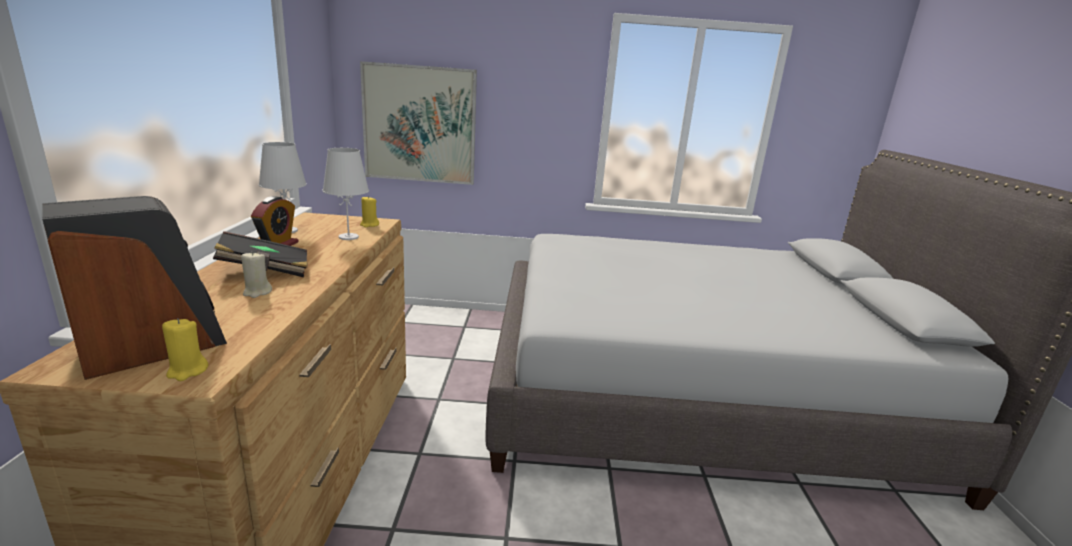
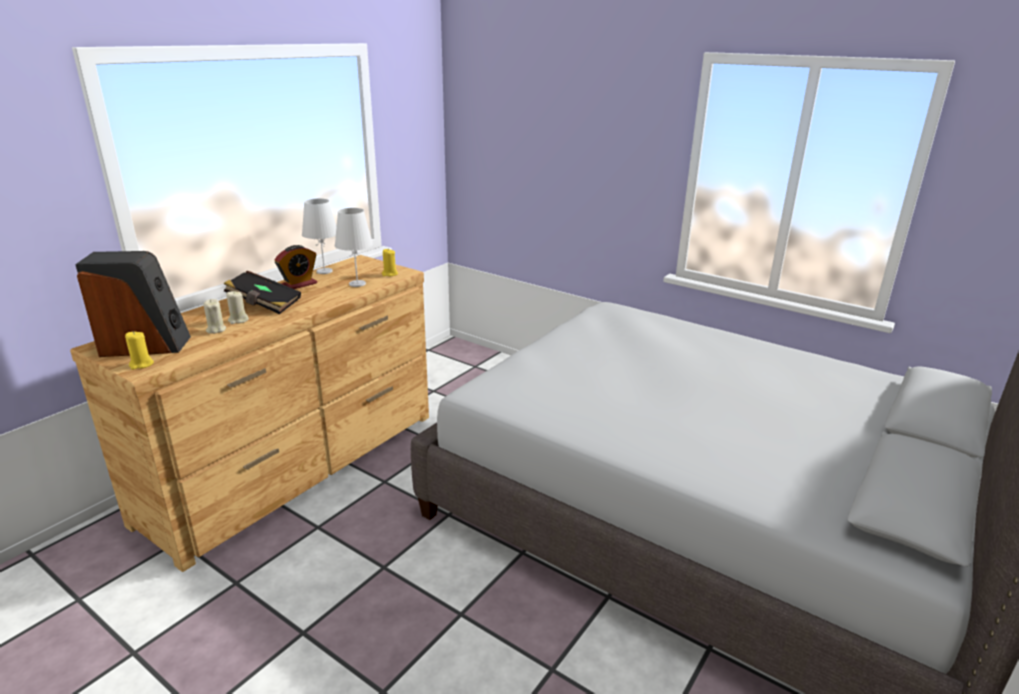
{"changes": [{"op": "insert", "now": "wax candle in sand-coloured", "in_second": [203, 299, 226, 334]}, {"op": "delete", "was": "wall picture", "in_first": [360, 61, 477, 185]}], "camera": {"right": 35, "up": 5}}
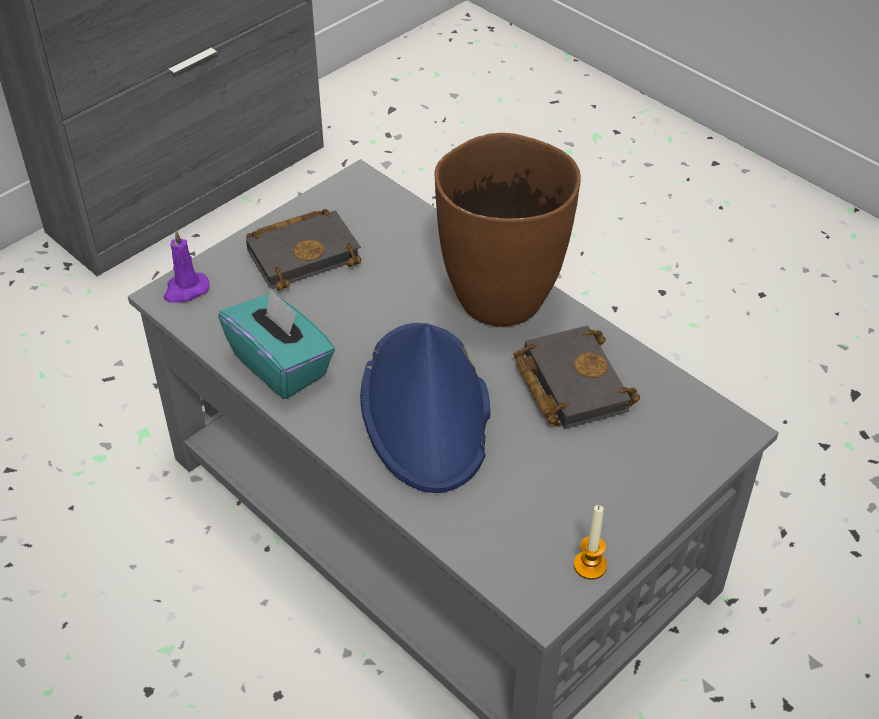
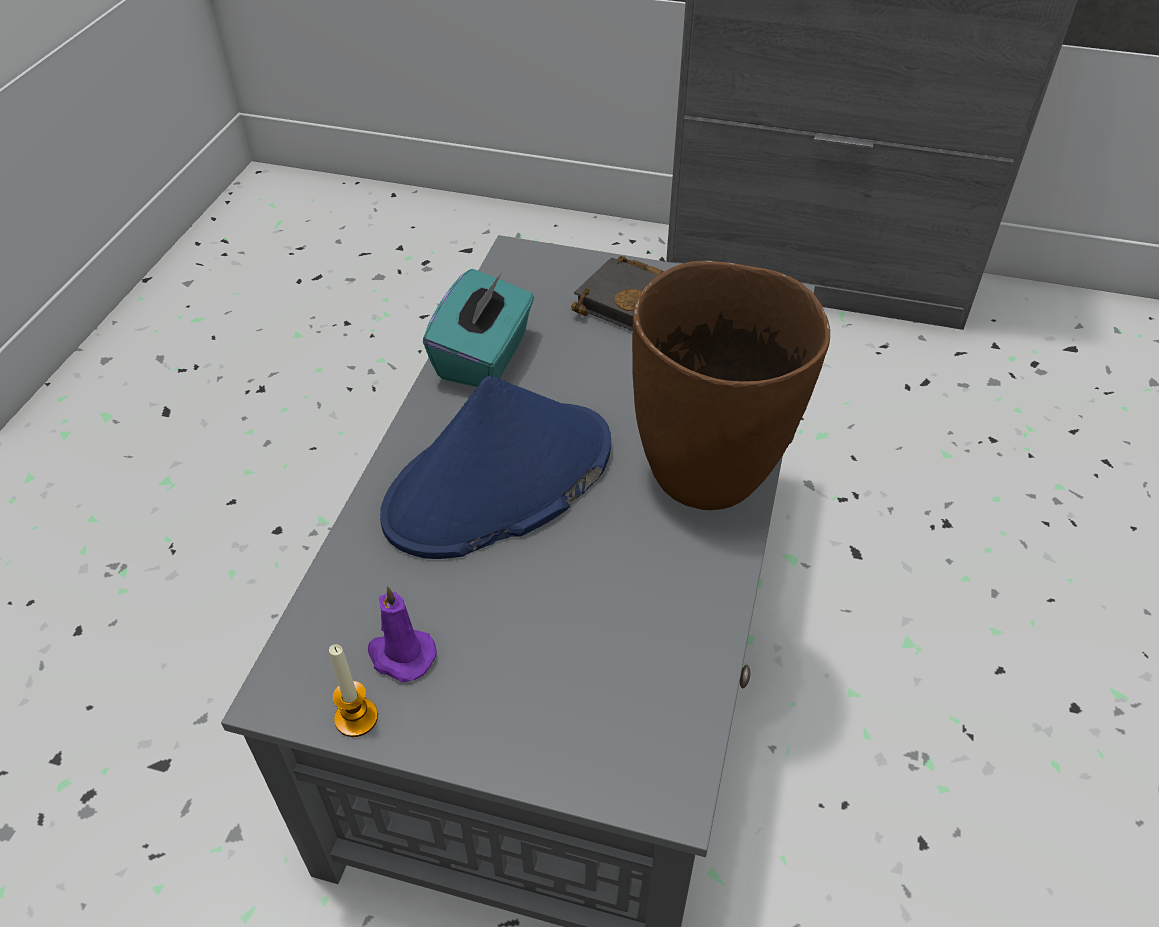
{"changes": [{"op": "move", "was": "wax candle in purple", "in_first": [164, 230, 210, 303], "in_second": [368, 586, 437, 682]}, {"op": "delete", "was": "bound book in black-coloured", "in_first": [513, 325, 640, 429]}], "camera": {"right": 60, "up": 0}}
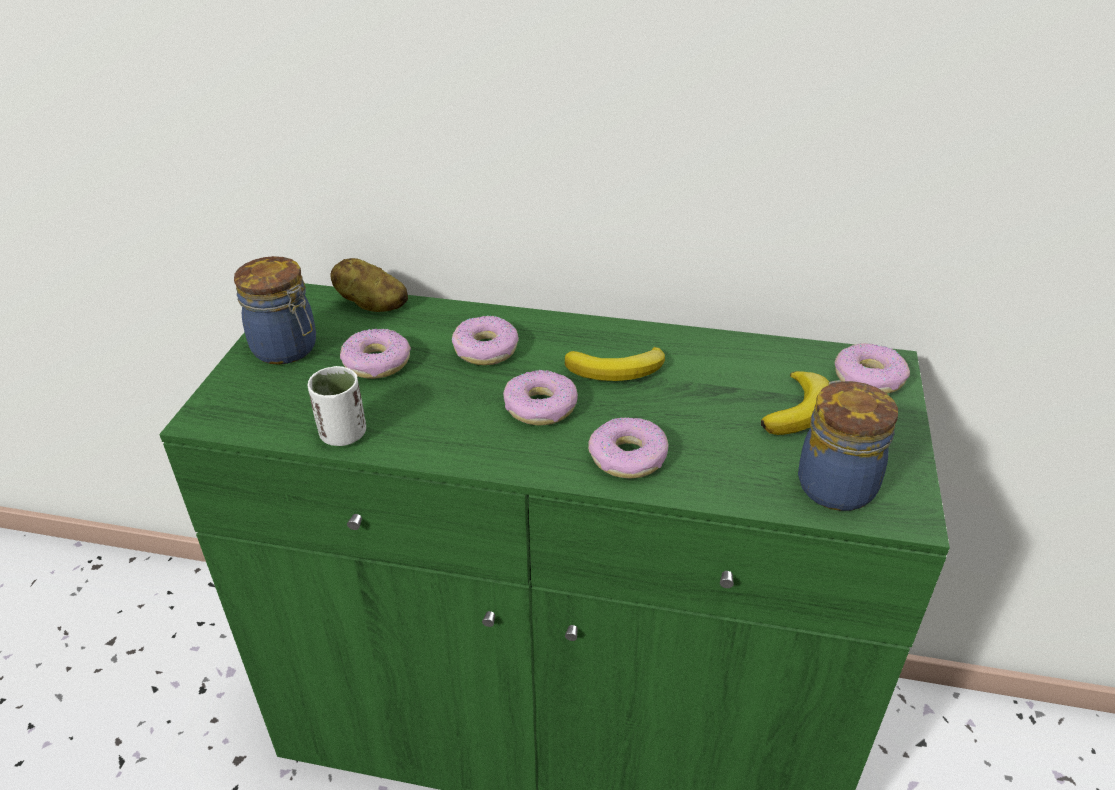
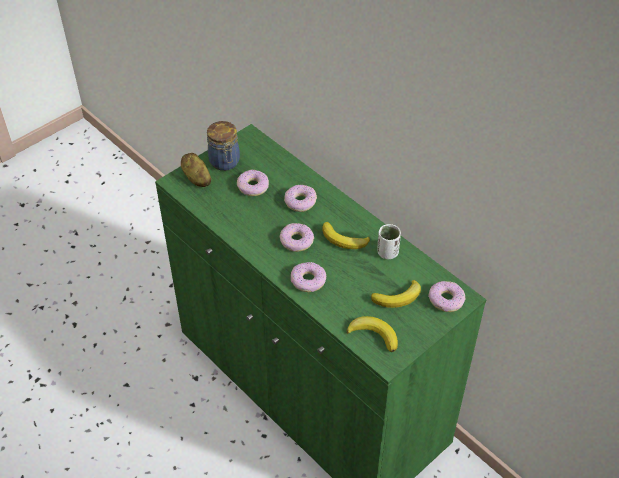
{"changes": [{"op": "move", "was": "whole potato", "in_first": [330, 258, 408, 312], "in_second": [181, 153, 211, 187]}, {"op": "replace", "was": "preserve jar", "now": "banana fruit", "in_first": [798, 380, 898, 511], "in_second": [347, 316, 398, 352]}, {"op": "move", "was": "drinking cup in white-coloured", "in_first": [307, 366, 366, 446], "in_second": [377, 224, 401, 259]}], "camera": {"right": 35, "up": 10}}
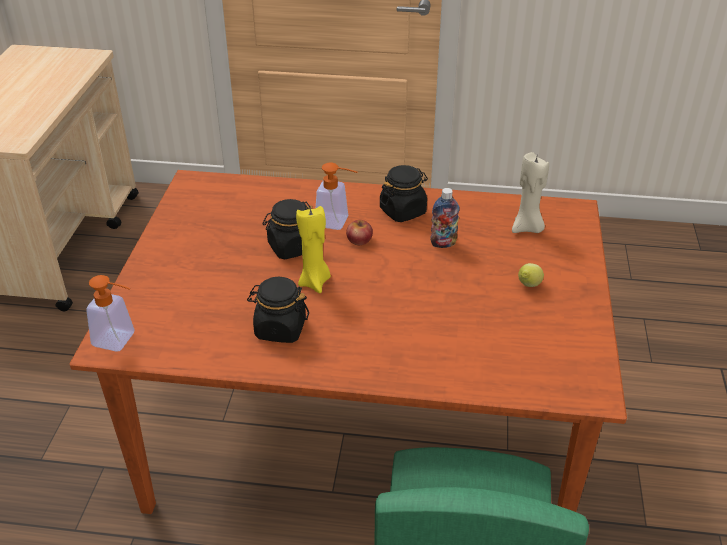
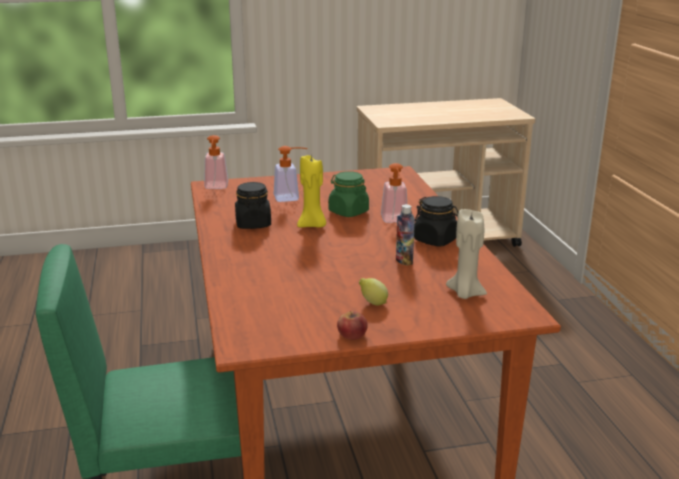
{"changes": [{"op": "insert", "now": "soap dispenser", "in_second": [274, 146, 307, 202]}, {"op": "recolor", "was": "preserve jar in black-coloured", "now": "preserve jar in green", "in_first": [263, 199, 313, 259], "in_second": [329, 171, 369, 217]}, {"op": "move", "was": "apple fruit", "in_first": [346, 220, 373, 245], "in_second": [337, 311, 368, 340]}], "camera": {"right": 70, "up": -15}}
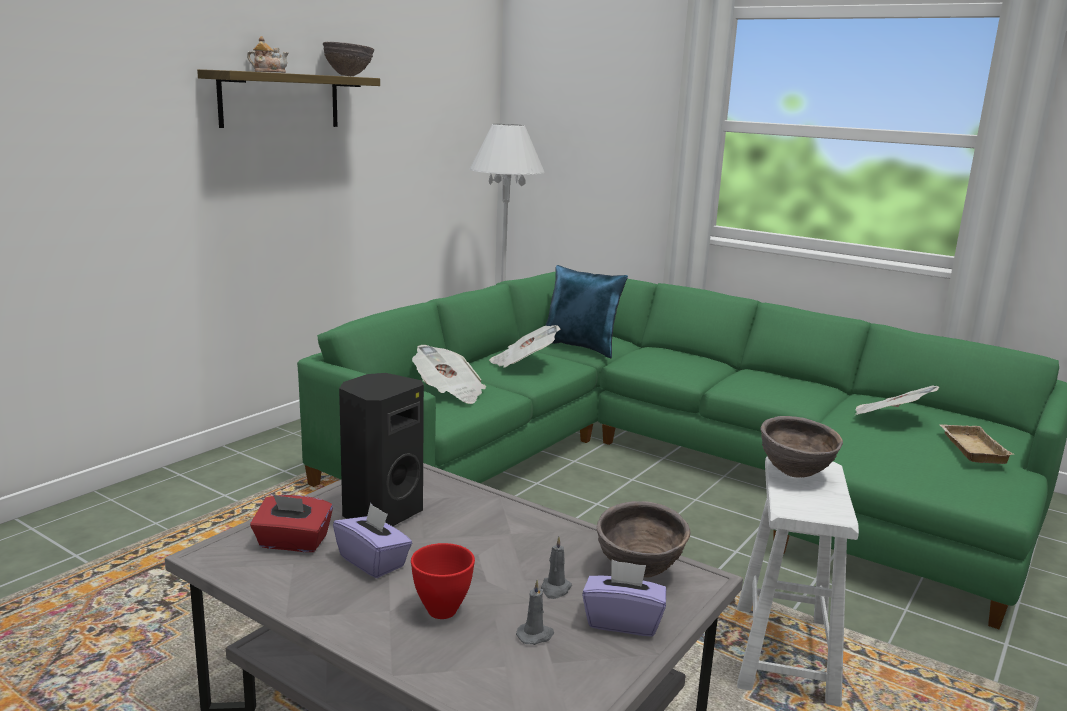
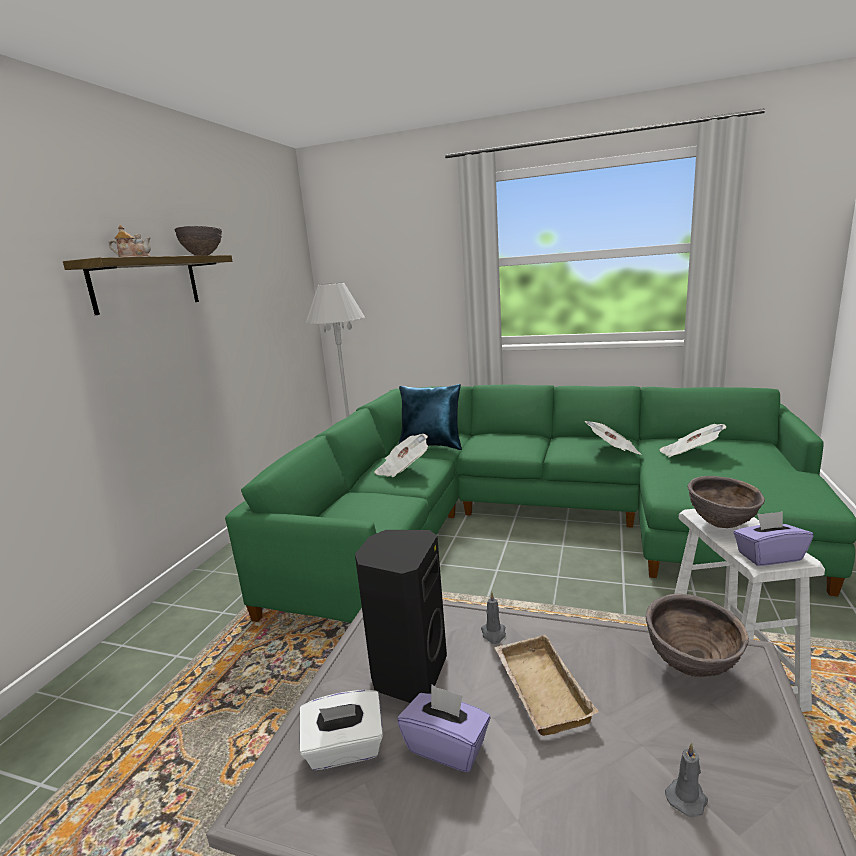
{"changes": [{"op": "recolor", "was": "box of tissues in red-coloured", "now": "box of tissues in white-coloured", "in_first": [250, 495, 333, 552], "in_second": [300, 690, 383, 770]}, {"op": "move", "was": "wax candle in grey", "in_first": [541, 537, 572, 599], "in_second": [481, 592, 506, 644]}, {"op": "move", "was": "carrying tray in sand-coloured", "in_first": [940, 425, 1015, 464], "in_second": [495, 635, 599, 736]}, {"op": "move", "was": "daily paper", "in_first": [412, 345, 486, 404], "in_second": [585, 421, 642, 455]}, {"op": "move", "was": "box of tissues in purple", "in_first": [582, 560, 666, 636], "in_second": [733, 511, 813, 566]}, {"op": "delete", "was": "deep dish in red-coloured", "in_first": [411, 543, 475, 619]}], "camera": {"right": -15, "up": 0}}
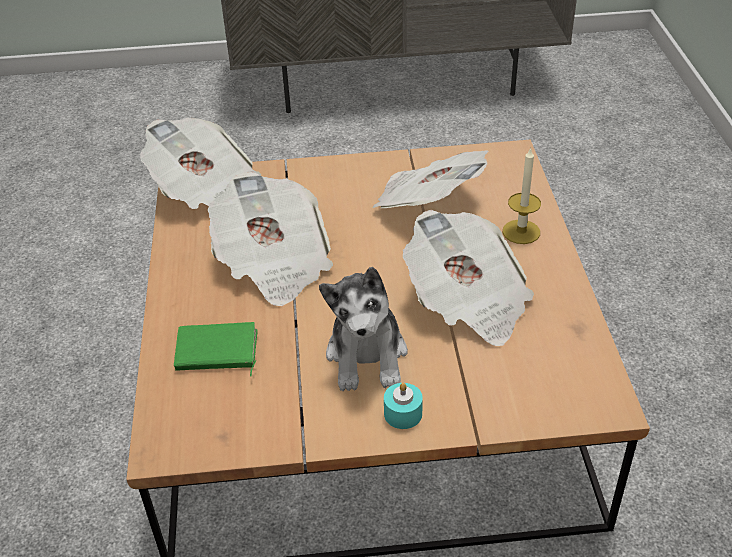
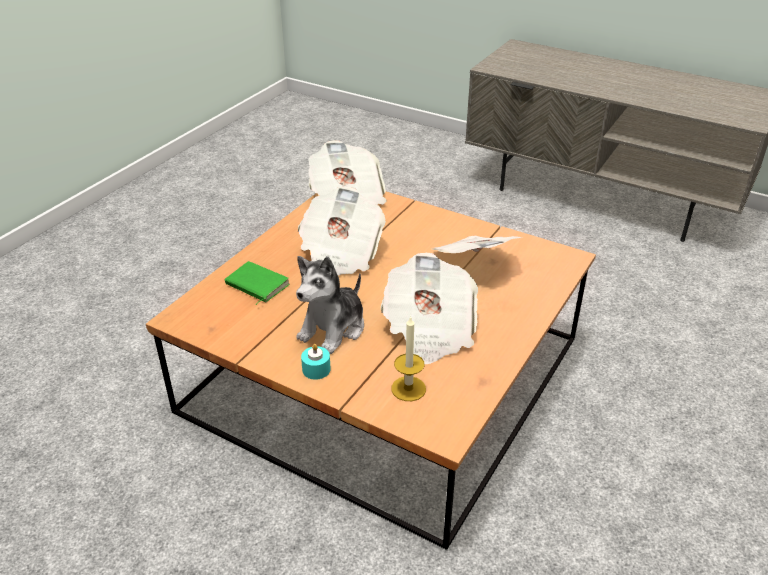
{"changes": [{"op": "move", "was": "wax candle", "in_first": [503, 147, 541, 244], "in_second": [392, 316, 426, 401]}], "camera": {"right": 35, "up": -5}}
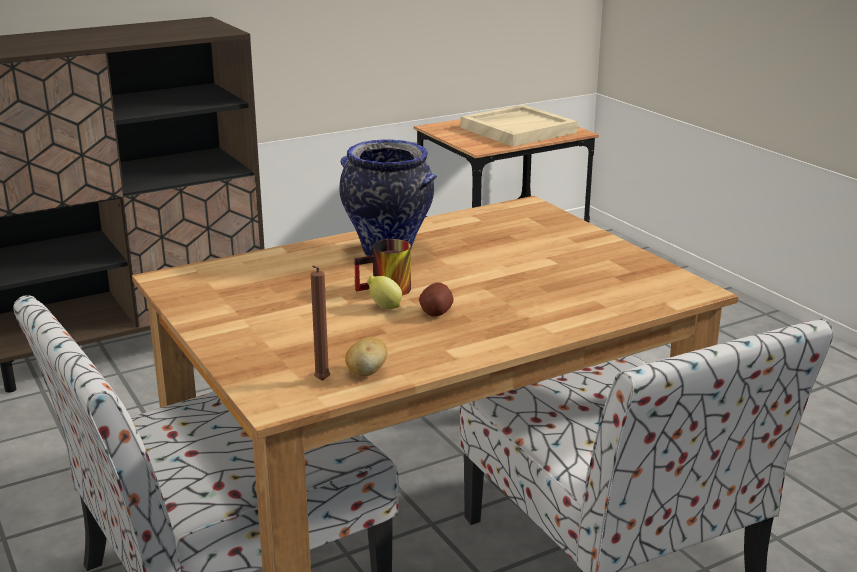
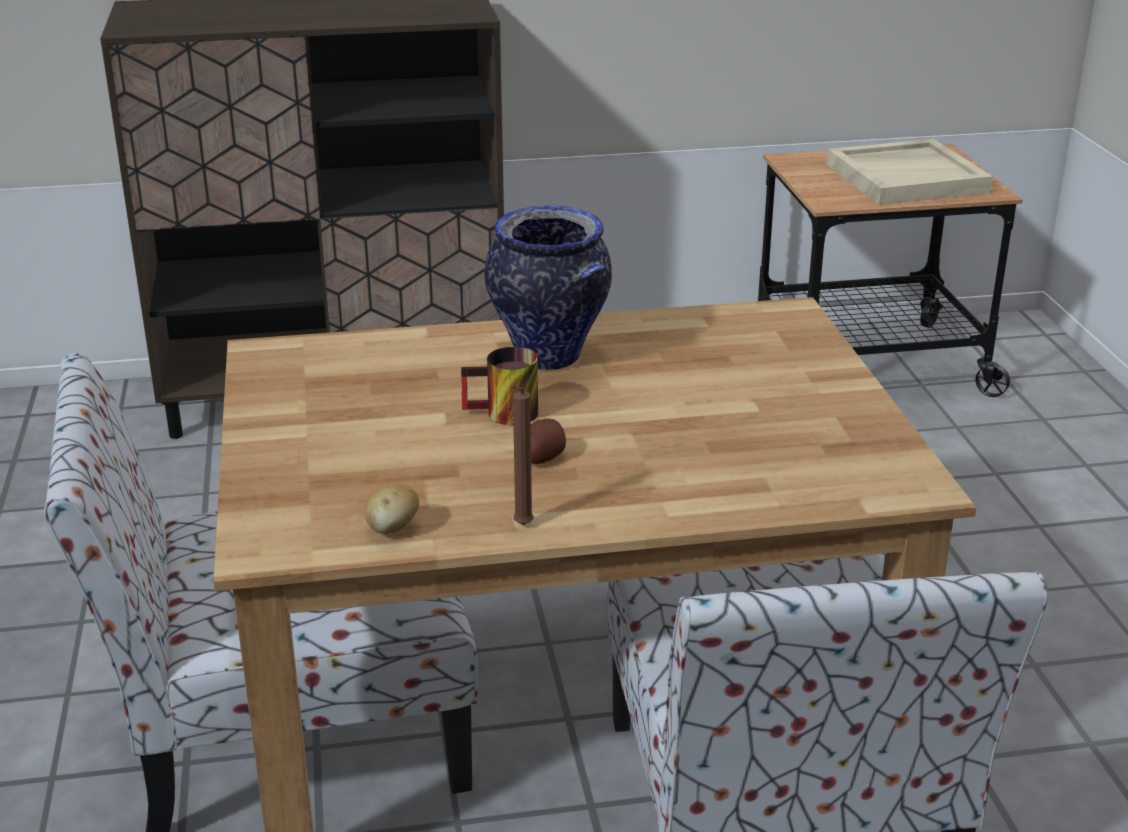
{"changes": [{"op": "move", "was": "wax candle in brownish", "in_first": [311, 265, 330, 381], "in_second": [511, 386, 534, 525]}, {"op": "delete", "was": "citrus fruit", "in_first": [367, 276, 402, 309]}], "camera": {"right": 20, "up": 5}}
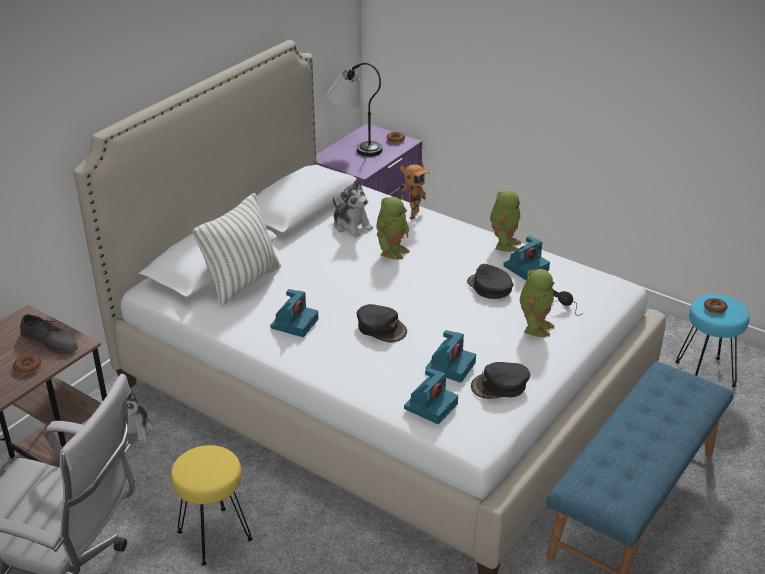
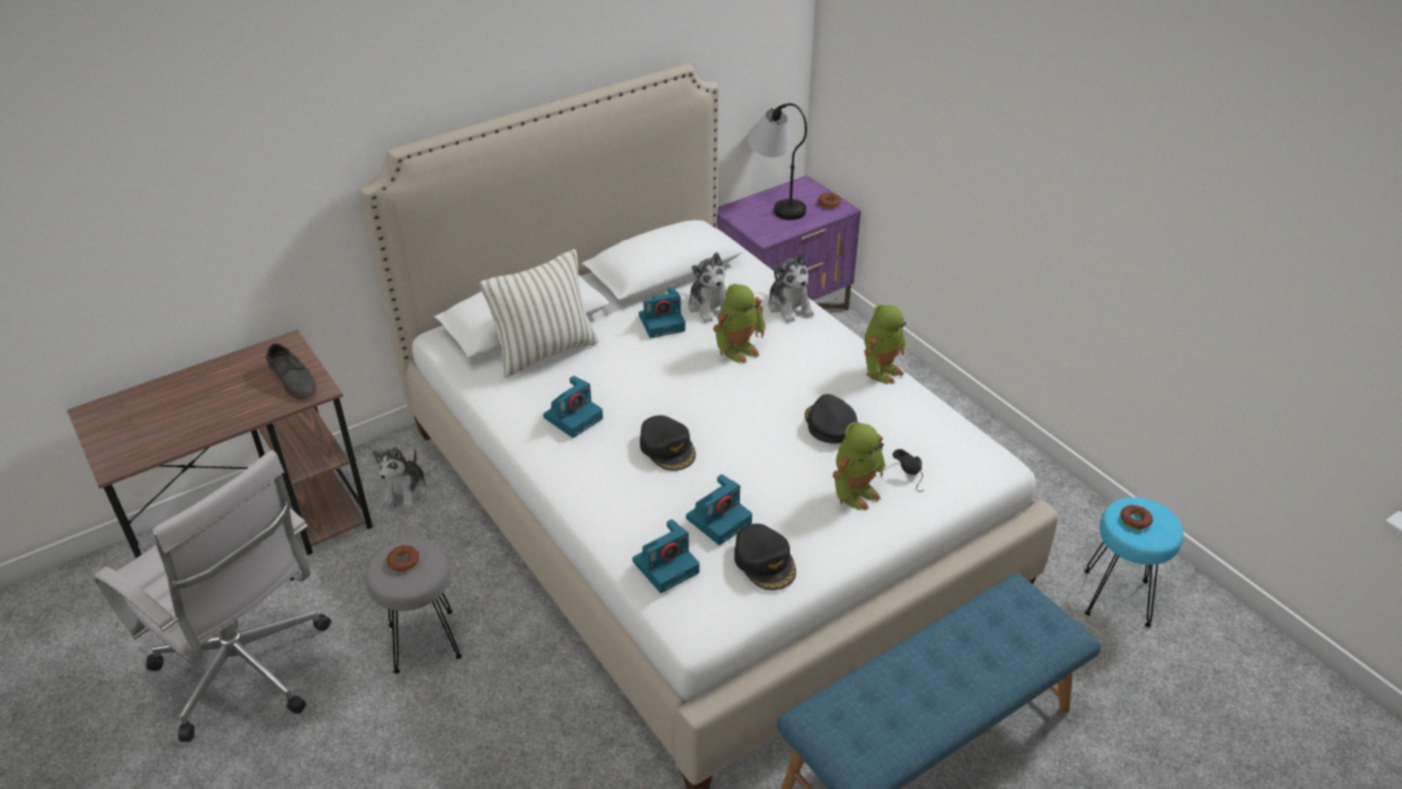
{"changes": [{"op": "recolor", "was": "stool in yellowish", "now": "stool in grey", "in_first": [171, 445, 253, 566], "in_second": [366, 539, 462, 674]}, {"op": "move", "was": "donut", "in_first": [13, 354, 41, 374], "in_second": [386, 545, 420, 572]}, {"op": "move", "was": "still camera", "in_first": [503, 236, 550, 281], "in_second": [639, 286, 685, 338]}, {"op": "rotate", "was": "baseball cap in black-coloured", "in_first": [471, 362, 530, 399], "in_second": [734, 524, 796, 590], "clockwise": -120}, {"op": "replace", "was": "robot figure", "now": "plush toy", "in_first": [400, 160, 430, 219], "in_second": [768, 252, 814, 323]}], "camera": {"right": 20, "up": 5}}
